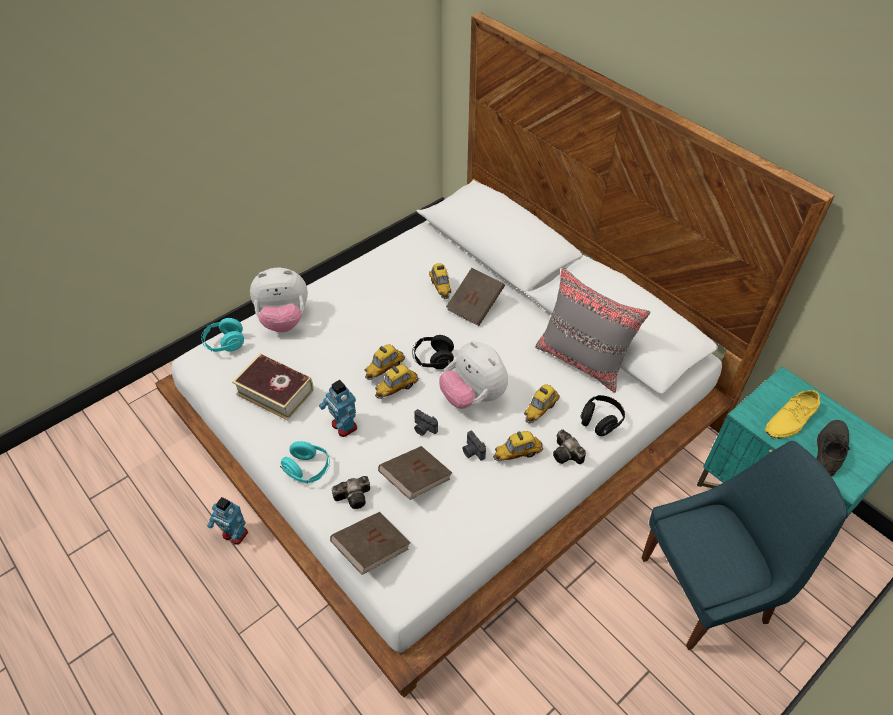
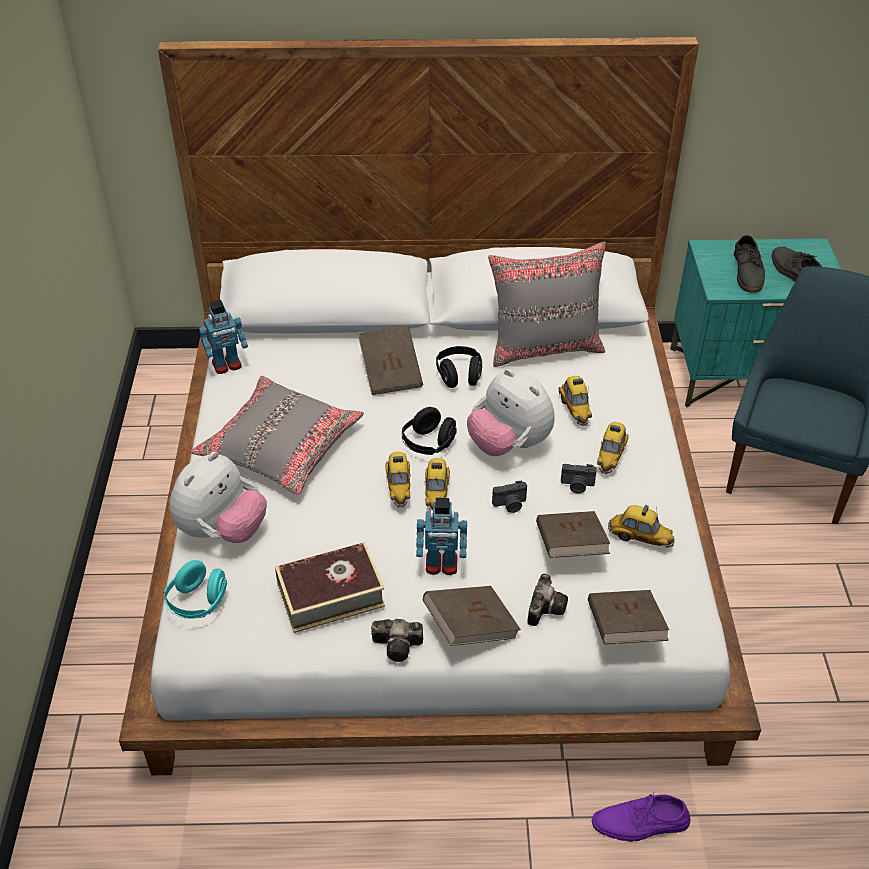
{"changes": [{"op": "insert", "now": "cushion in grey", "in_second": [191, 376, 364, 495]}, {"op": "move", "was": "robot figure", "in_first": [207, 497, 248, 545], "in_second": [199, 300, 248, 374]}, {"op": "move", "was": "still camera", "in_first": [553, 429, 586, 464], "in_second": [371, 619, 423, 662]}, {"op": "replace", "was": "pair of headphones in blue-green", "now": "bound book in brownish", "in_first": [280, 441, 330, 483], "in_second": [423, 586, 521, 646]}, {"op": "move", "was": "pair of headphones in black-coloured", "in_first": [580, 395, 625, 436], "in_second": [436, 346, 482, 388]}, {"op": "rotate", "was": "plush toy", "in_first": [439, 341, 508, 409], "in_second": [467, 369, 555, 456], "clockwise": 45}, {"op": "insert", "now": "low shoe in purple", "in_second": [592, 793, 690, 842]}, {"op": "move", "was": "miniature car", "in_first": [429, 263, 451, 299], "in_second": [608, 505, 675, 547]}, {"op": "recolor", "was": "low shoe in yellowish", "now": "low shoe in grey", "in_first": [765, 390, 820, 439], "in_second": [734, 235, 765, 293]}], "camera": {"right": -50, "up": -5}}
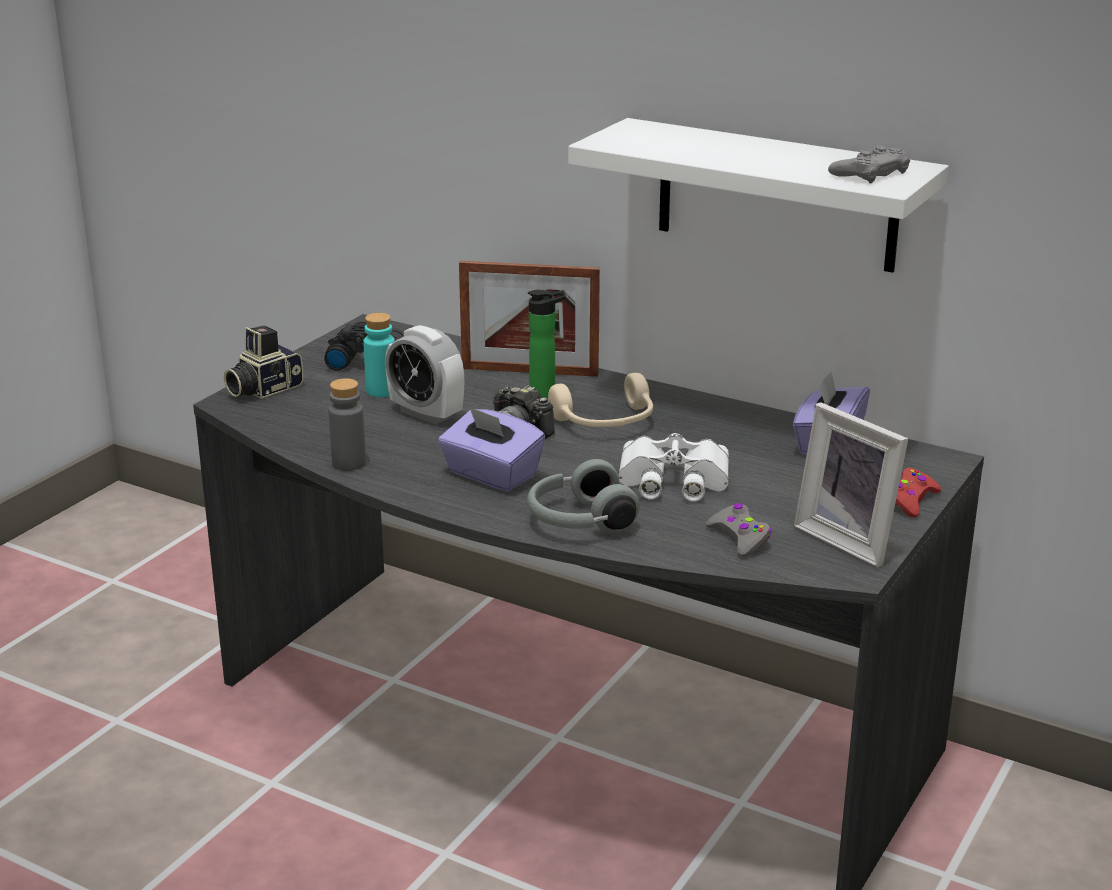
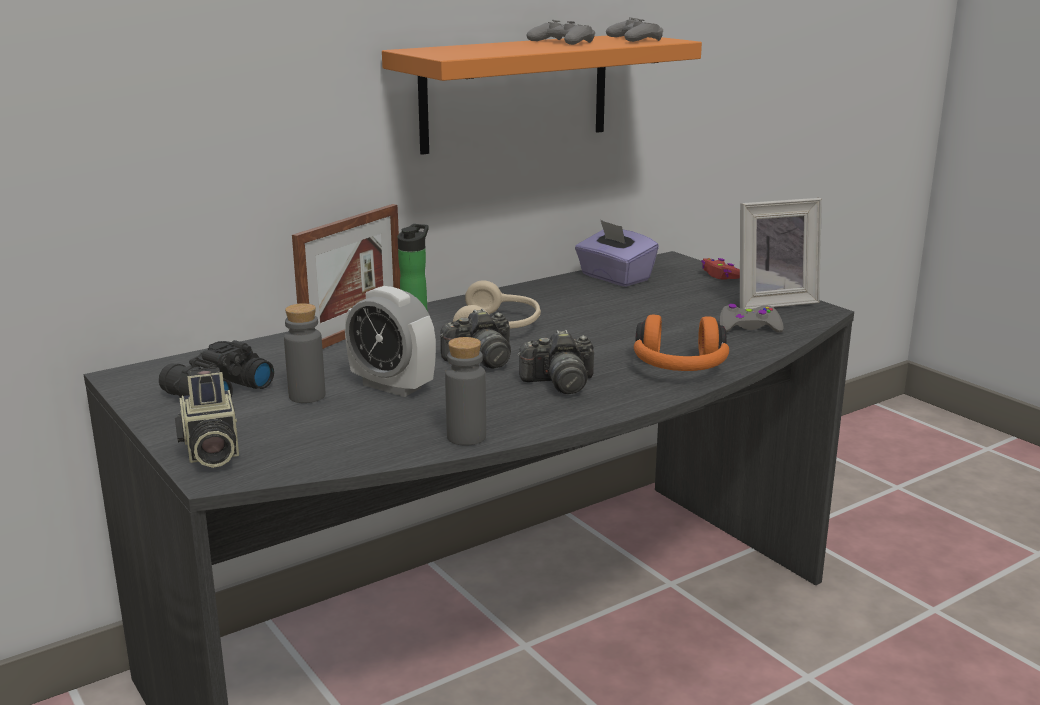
{"changes": [{"op": "recolor", "was": "beverage bottle in blue-green", "now": "beverage bottle in grey", "in_first": [363, 313, 395, 397], "in_second": [284, 303, 325, 403]}, {"op": "rotate", "was": "table clock", "in_first": [385, 325, 464, 425], "in_second": [345, 286, 436, 397], "clockwise": 60}, {"op": "recolor", "was": "wall shelf in white-coloured", "now": "wall shelf in orangey", "in_first": [568, 118, 948, 273], "in_second": [382, 35, 702, 155]}, {"op": "replace", "was": "box of tissues in purple", "now": "still camera", "in_first": [438, 406, 545, 492], "in_second": [517, 330, 594, 394]}, {"op": "insert", "now": "joypad in grey", "in_second": [527, 20, 595, 45]}, {"op": "recolor", "was": "pair of headphones in grey", "now": "pair of headphones in orangey", "in_first": [527, 459, 640, 533], "in_second": [634, 314, 729, 371]}, {"op": "delete", "was": "field glasses in white-coloured", "in_first": [618, 433, 729, 502]}], "camera": {"right": -65, "up": -5}}
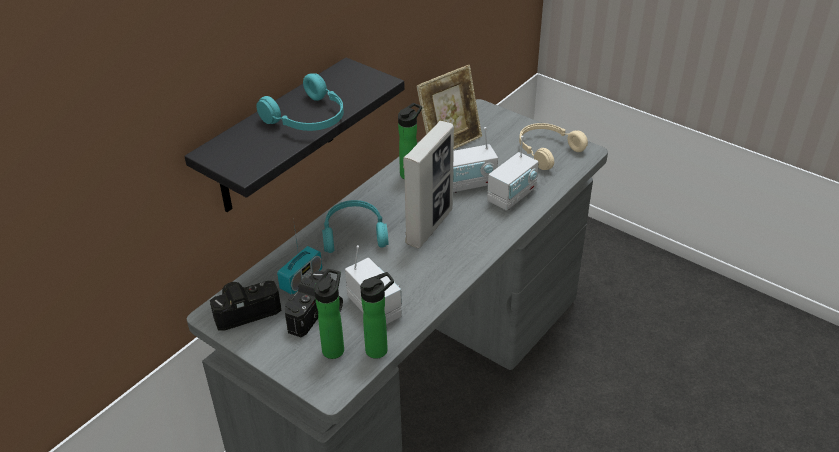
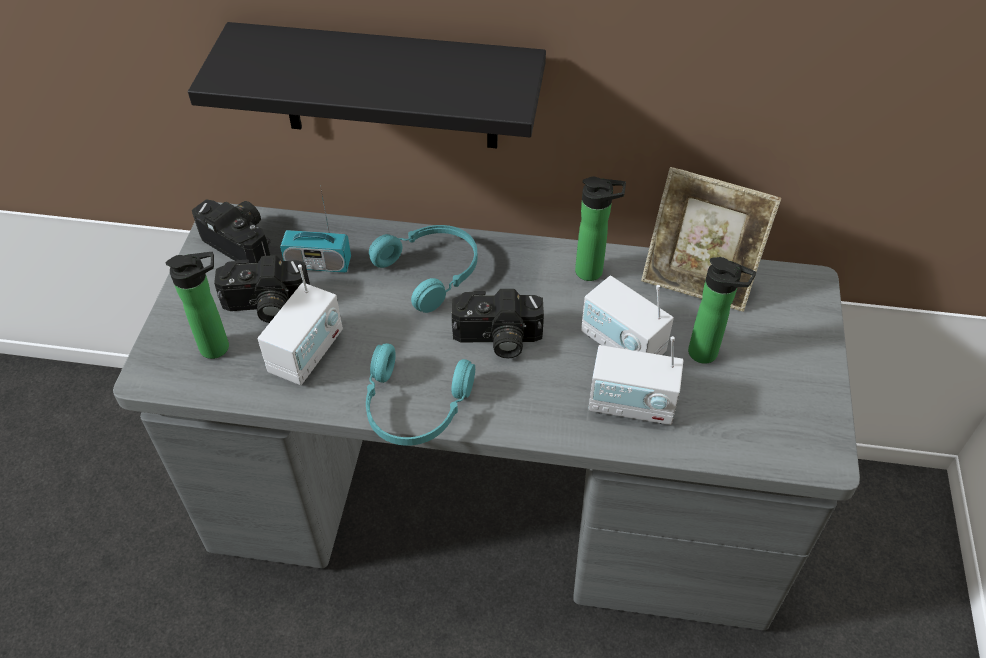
{"changes": [{"op": "move", "was": "pair of headphones in blue-green", "in_first": [256, 73, 344, 131], "in_second": [366, 343, 475, 446]}, {"op": "replace", "was": "standing frame", "now": "still camera", "in_first": [403, 121, 454, 248], "in_second": [451, 289, 544, 358]}, {"op": "move", "was": "beverage bottle", "in_first": [360, 272, 394, 359], "in_second": [688, 257, 756, 364]}, {"op": "delete", "was": "pair of headphones in sand-coloured", "in_first": [519, 123, 588, 170]}], "camera": {"right": 60, "up": 10}}
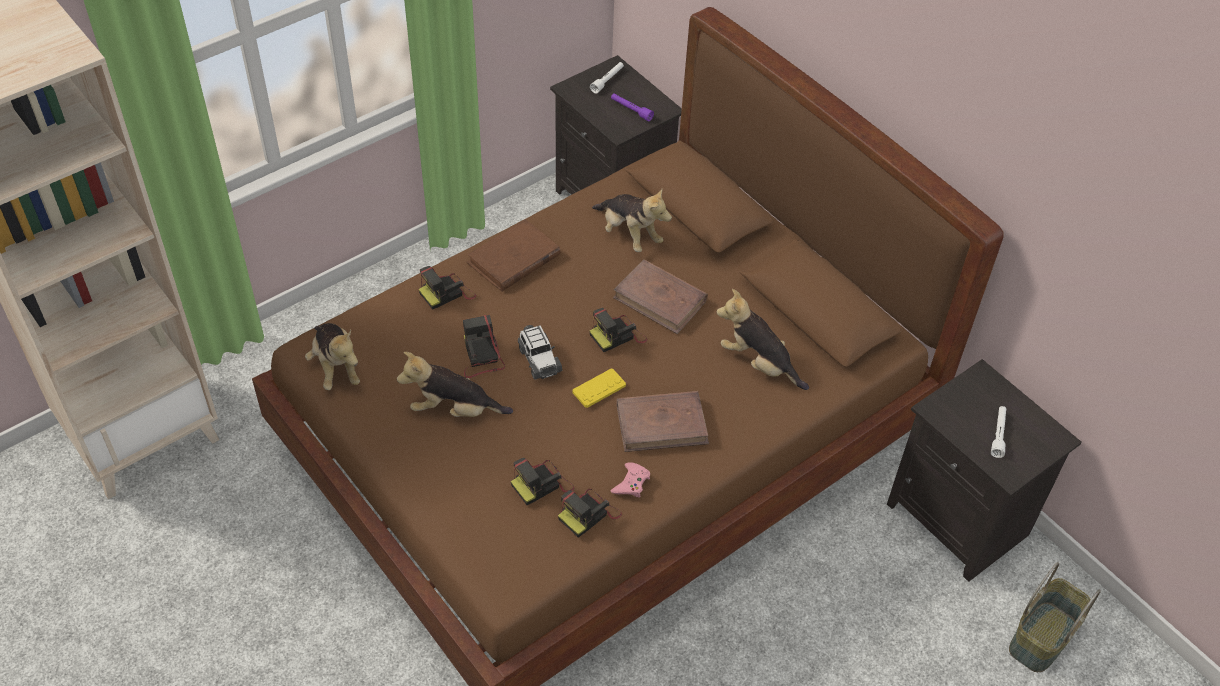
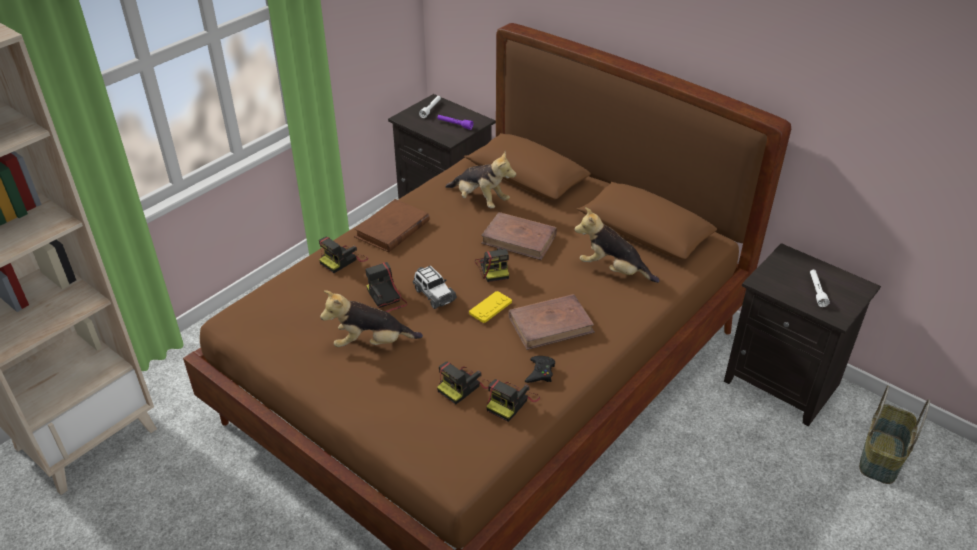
{"changes": [{"op": "rotate", "was": "still camera", "in_first": [589, 308, 647, 352], "in_second": [475, 247, 509, 282], "clockwise": -60}, {"op": "recolor", "was": "joypad in pink-coloured", "now": "joypad in black-coloured", "in_first": [611, 462, 650, 498], "in_second": [525, 356, 555, 383]}, {"op": "delete", "was": "plush toy", "in_first": [305, 323, 360, 390]}], "camera": {"right": -10, "up": -10}}
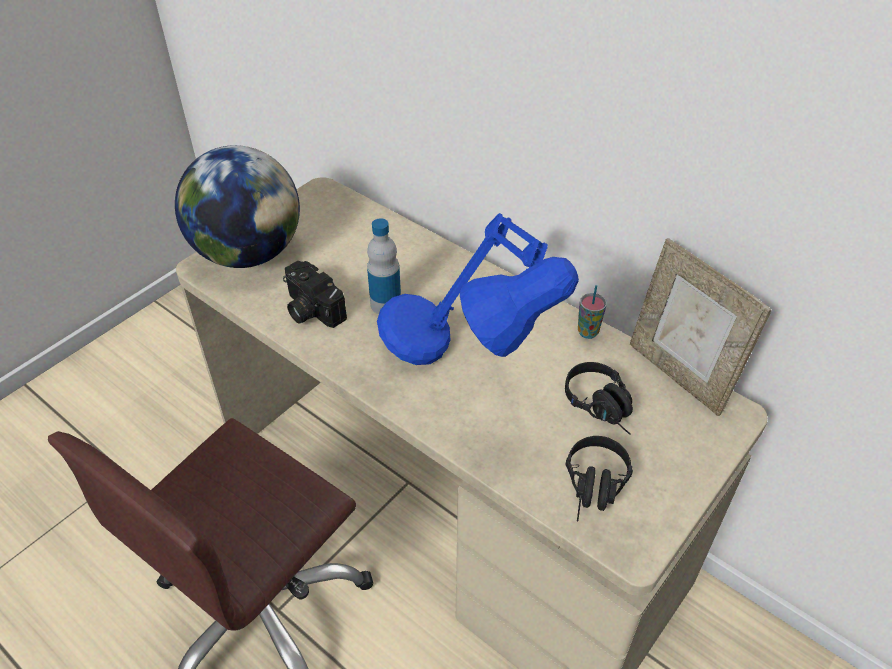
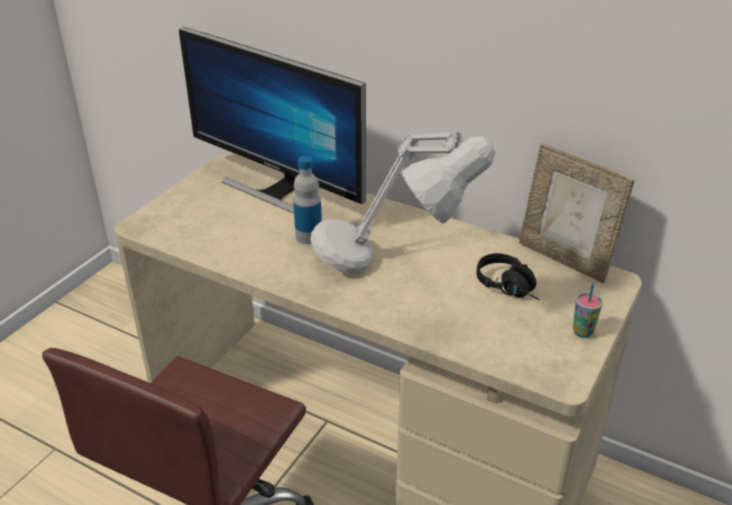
{"changes": [{"op": "insert", "now": "computer display", "in_second": [179, 27, 366, 214]}, {"op": "recolor", "was": "lamp for a table in blue", "now": "lamp for a table in grey", "in_first": [377, 213, 579, 365], "in_second": [310, 130, 496, 274]}, {"op": "move", "was": "drinking cup", "in_first": [578, 285, 607, 339], "in_second": [573, 283, 603, 338]}, {"op": "delete", "was": "world globe", "in_first": [175, 145, 300, 268]}, {"op": "delete", "was": "still camera", "in_first": [283, 261, 347, 328]}, {"op": "delete", "was": "pair of headphones in black-coloured", "in_first": [565, 436, 633, 522]}], "camera": {"right": -10, "up": -10}}
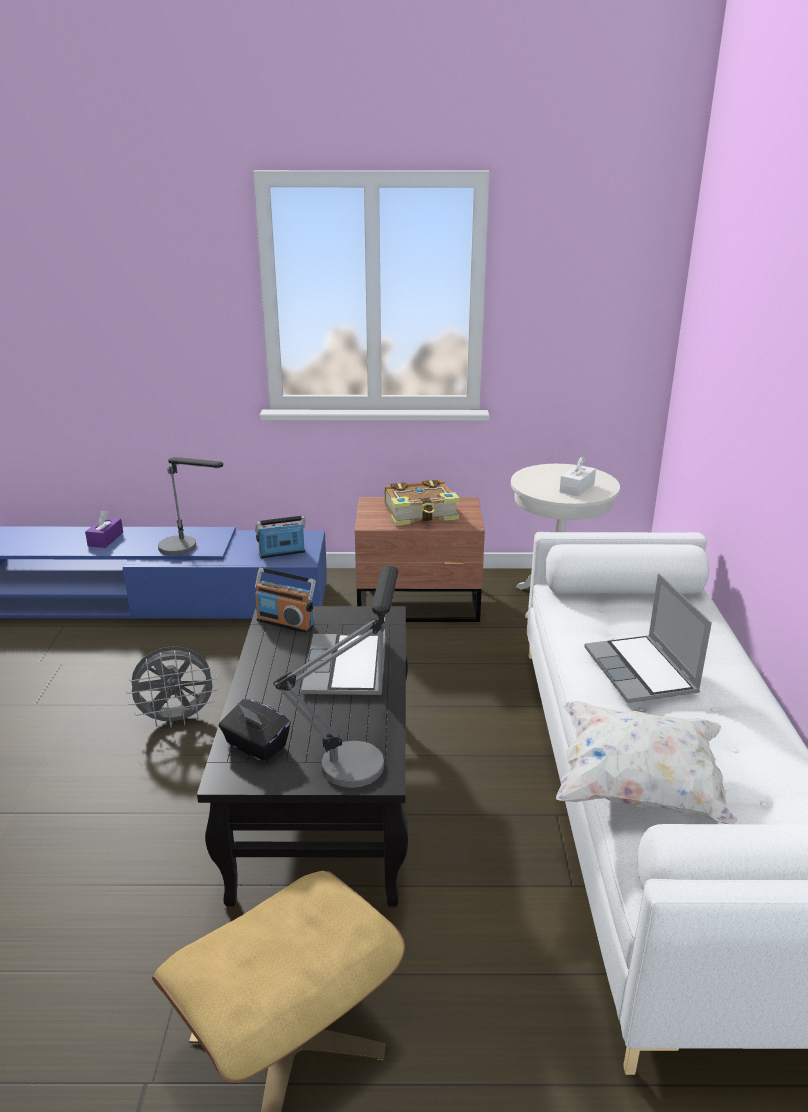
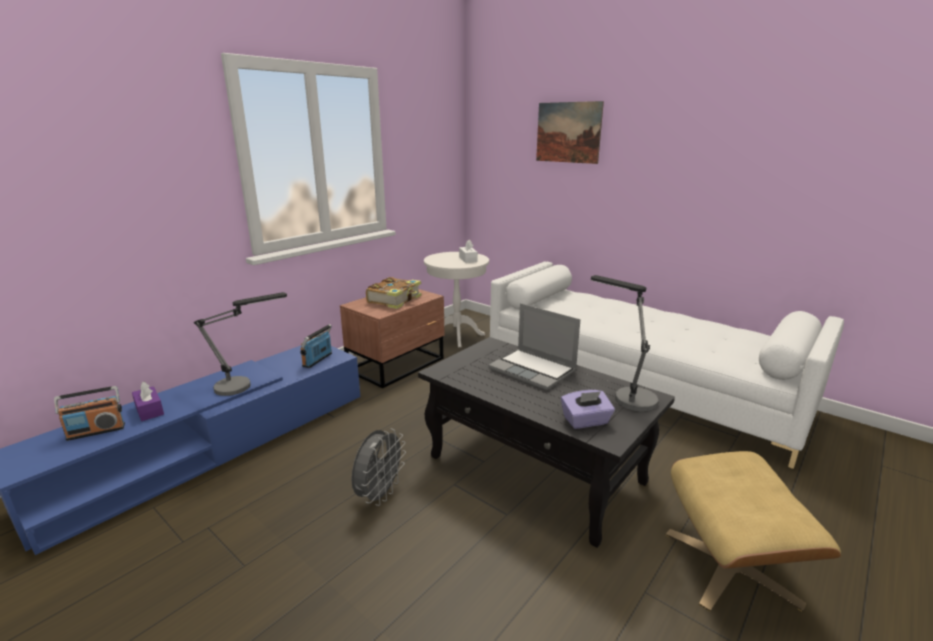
{"changes": [{"op": "move", "was": "radio", "in_first": [255, 568, 316, 633], "in_second": [54, 386, 125, 441]}, {"op": "insert", "now": "wall picture", "in_second": [536, 101, 604, 164]}, {"op": "recolor", "was": "box of tissues in black-coloured", "now": "box of tissues in purple", "in_first": [219, 699, 291, 762], "in_second": [561, 390, 615, 429]}, {"op": "delete", "was": "cushion in white-coloured", "in_first": [556, 701, 739, 824]}, {"op": "delete", "was": "laptop", "in_first": [584, 573, 712, 703]}], "camera": {"right": -50, "up": -5}}
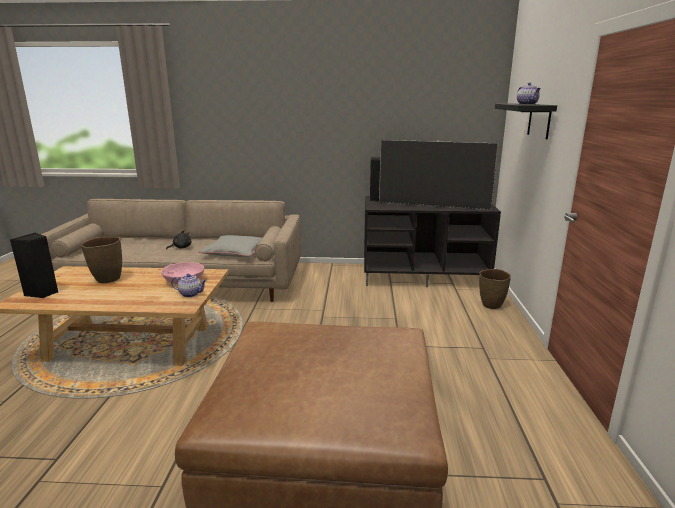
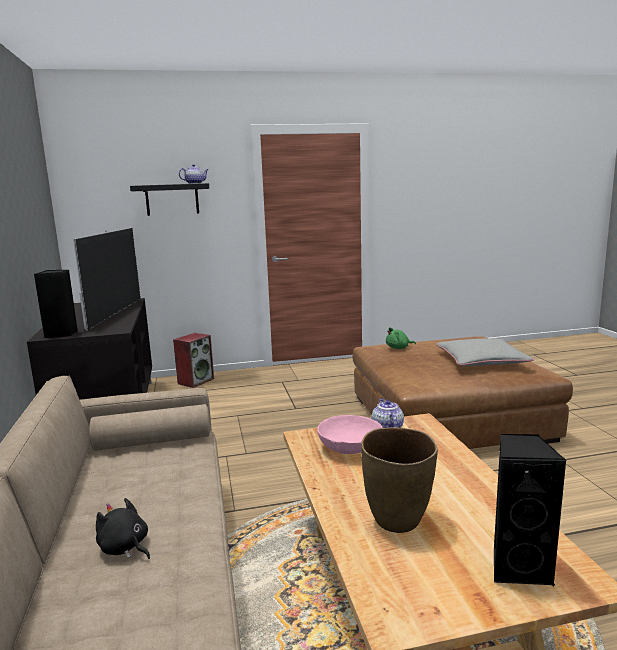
{"changes": [{"op": "replace", "was": "decorative vase in brownish", "now": "loudspeaker", "in_first": [479, 269, 511, 309], "in_second": [173, 333, 214, 388]}, {"op": "insert", "now": "plush toy in green", "in_second": [386, 327, 416, 349]}, {"op": "move", "was": "cushion in grey", "in_first": [199, 235, 262, 257], "in_second": [436, 338, 534, 366]}], "camera": {"right": -105, "up": -5}}
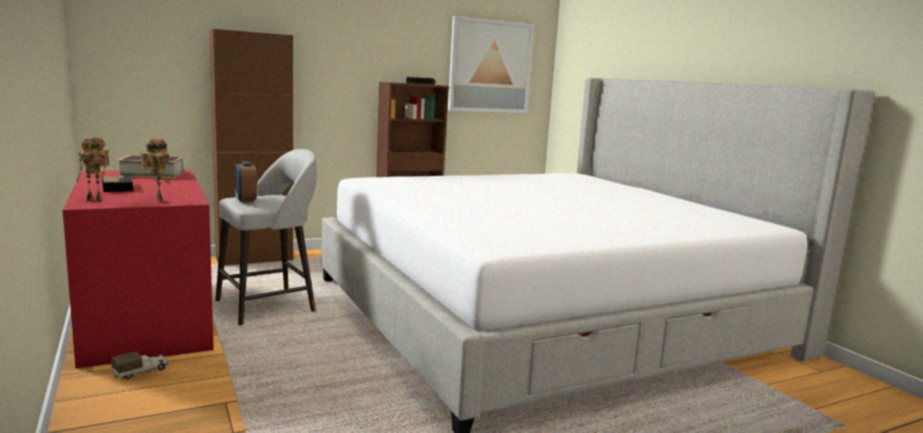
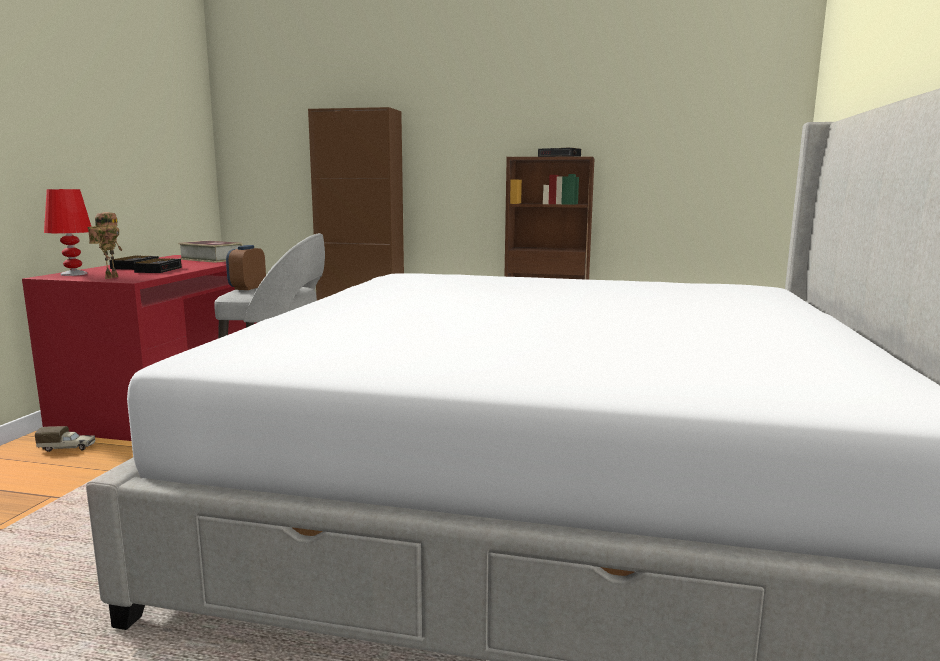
{"changes": [{"op": "replace", "was": "robot figure", "now": "lamp for a table in red-coloured", "in_first": [76, 137, 110, 202], "in_second": [44, 189, 92, 276]}, {"op": "insert", "now": "table clock", "in_second": [133, 258, 182, 273]}, {"op": "delete", "was": "wall picture", "in_first": [448, 16, 534, 113]}], "camera": {"right": 40, "up": 0}}
